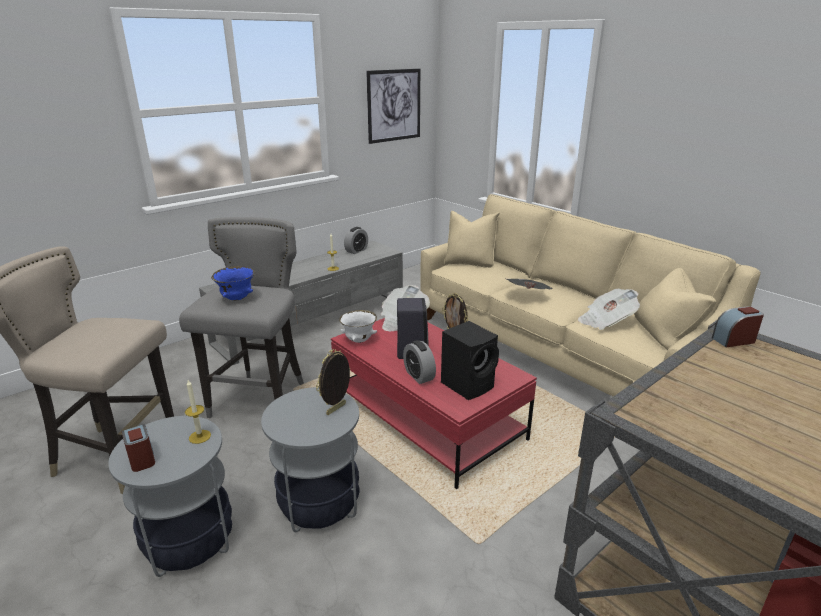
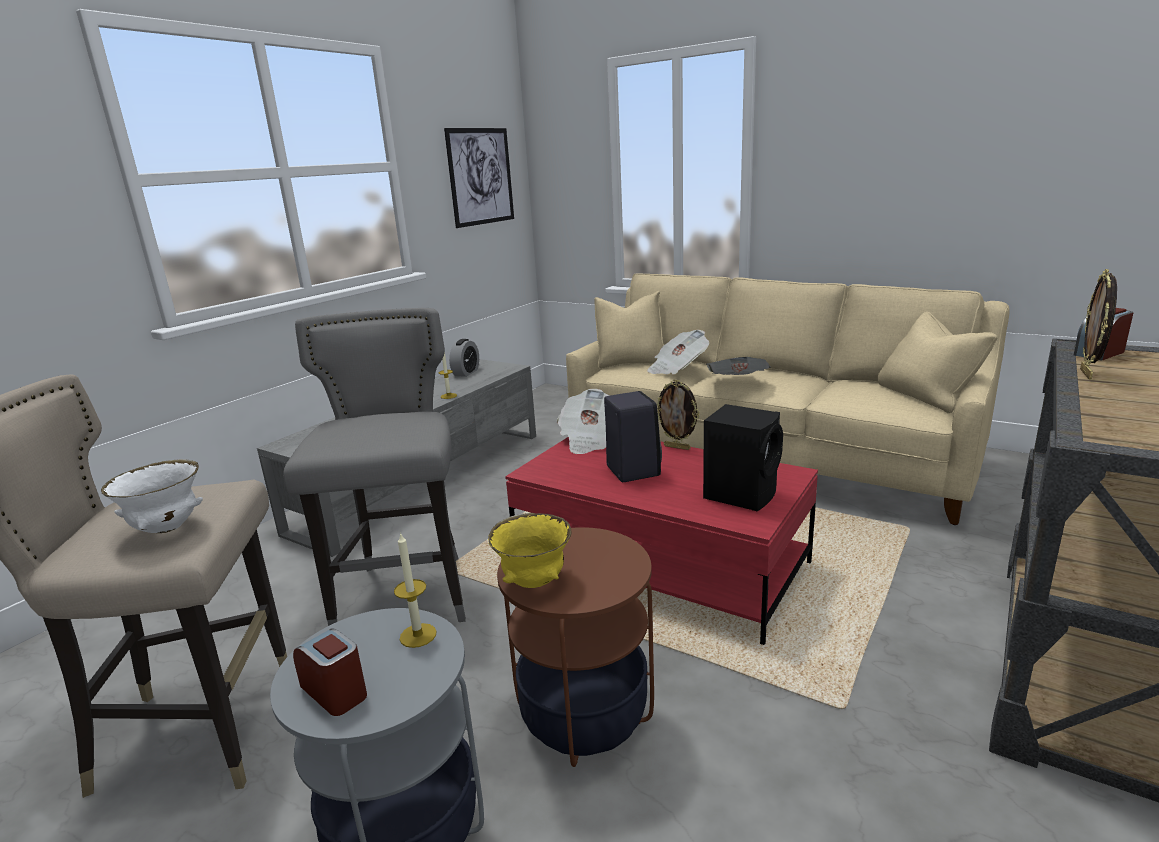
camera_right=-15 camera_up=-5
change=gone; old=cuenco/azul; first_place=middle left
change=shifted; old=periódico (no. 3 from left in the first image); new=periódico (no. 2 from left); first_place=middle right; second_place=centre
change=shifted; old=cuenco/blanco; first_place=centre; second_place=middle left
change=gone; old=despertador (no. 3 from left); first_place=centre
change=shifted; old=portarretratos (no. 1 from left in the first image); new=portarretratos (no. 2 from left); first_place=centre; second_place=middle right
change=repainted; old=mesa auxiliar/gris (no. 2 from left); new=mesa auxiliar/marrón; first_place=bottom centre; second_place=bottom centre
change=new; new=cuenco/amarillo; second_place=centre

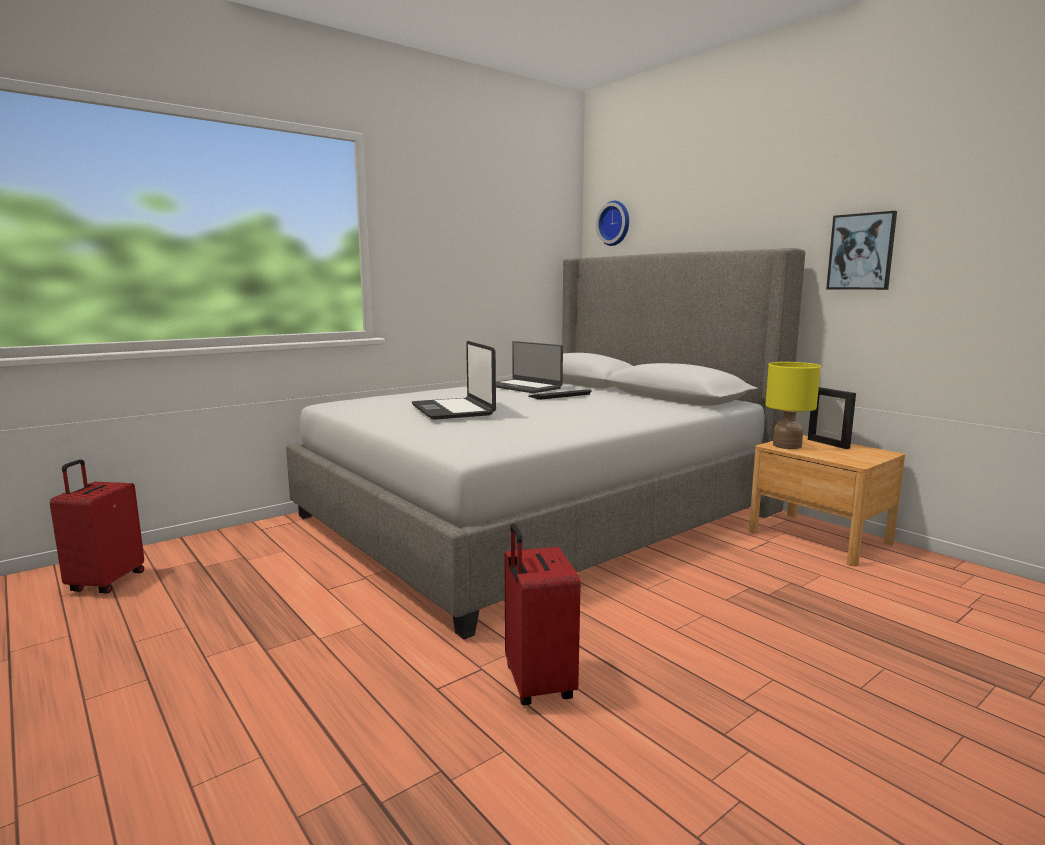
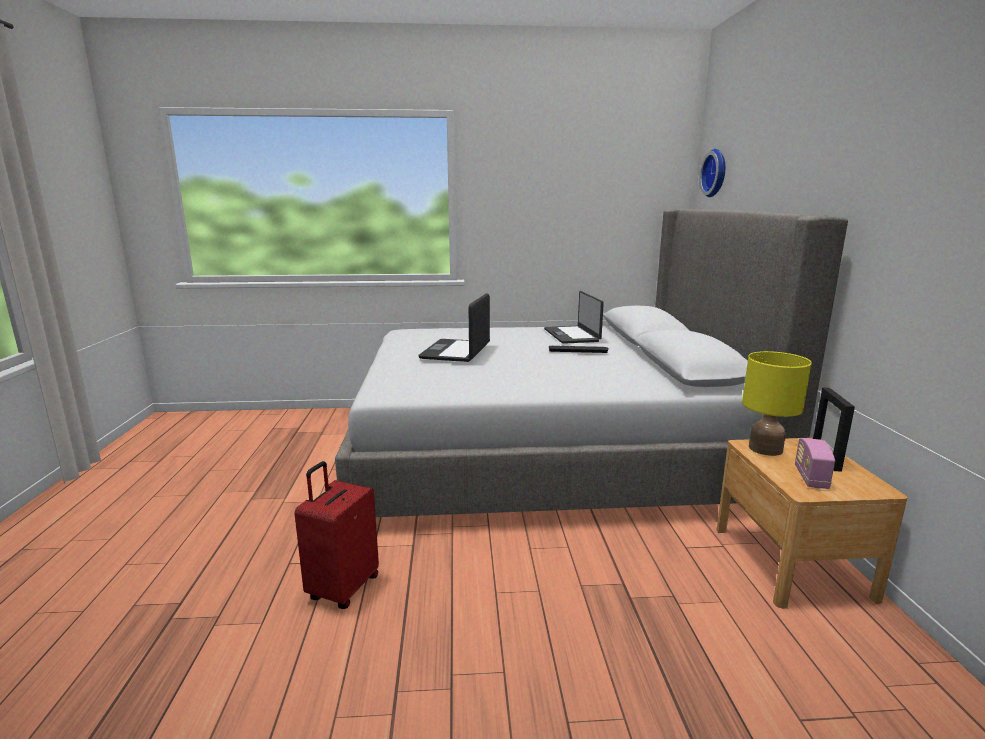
camera_right=35 camera_up=5
change=gone; old=cuadro; first_place=top right
change=gone; old=maleta/rojo (no. 1 from left); first_place=middle left
change=new; new=radio; second_place=middle right

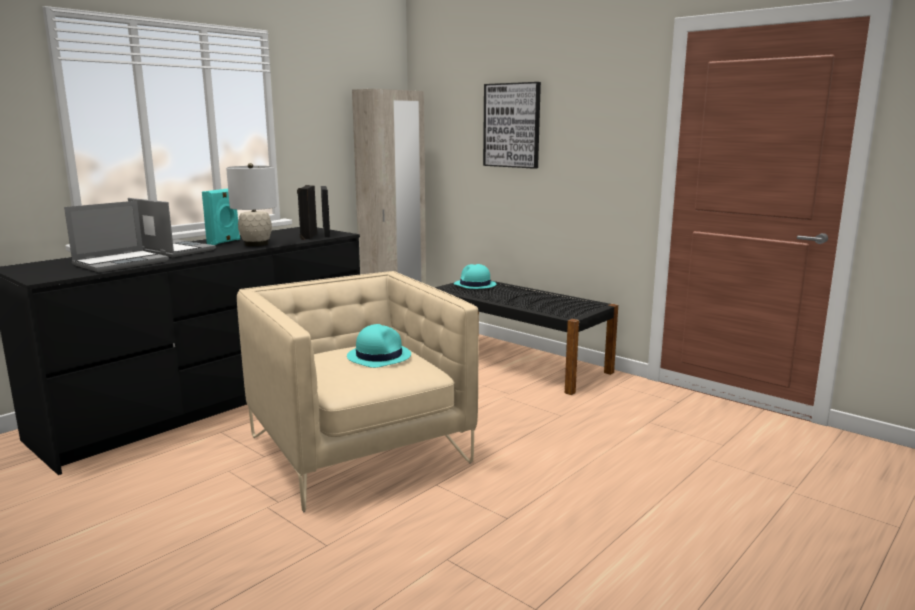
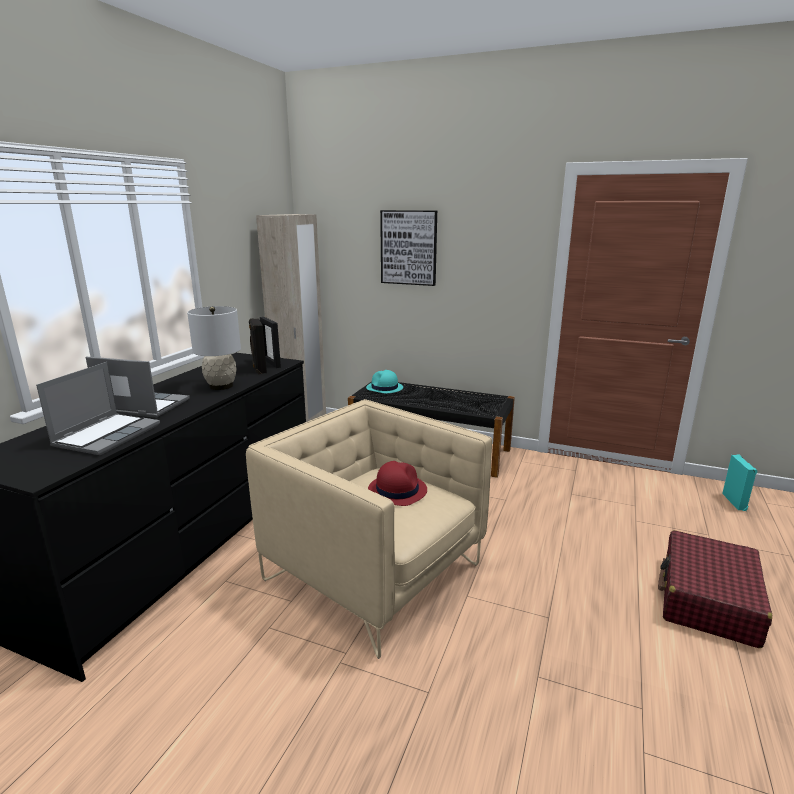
camera_right=-20 camera_up=5
change=shifted; old=altavoz/turquesa; first_place=middle left; second_place=middle right
change=repainted; old=sombrero/turquesa (no. 1 from left); new=sombrero/rojo; first_place=centre; second_place=centre
change=new; new=maleta/rojo; second_place=bottom right

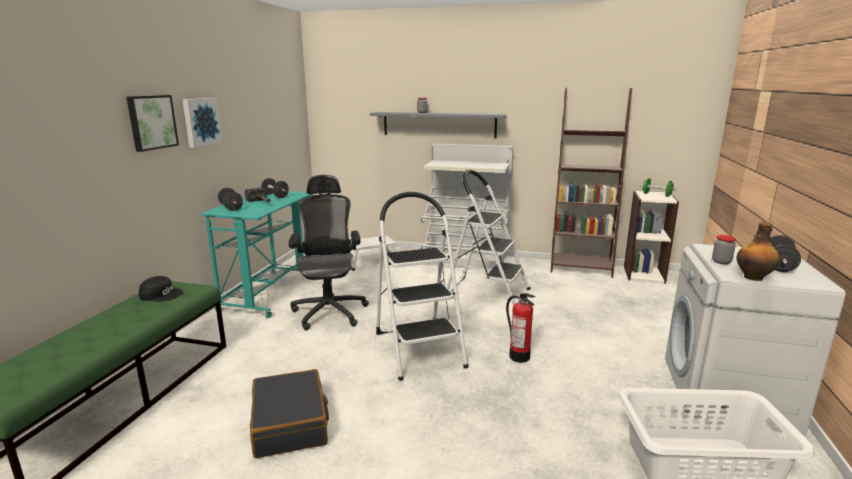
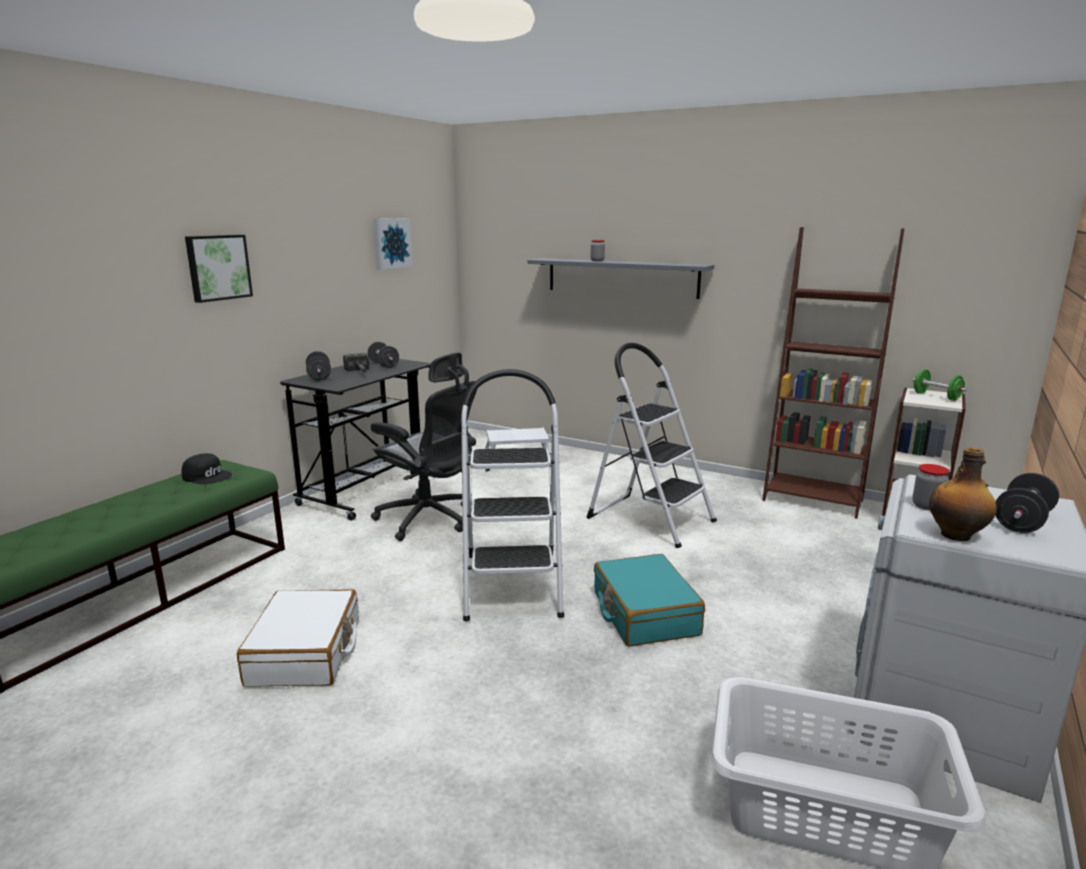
camera_right=15 camera_up=0
change=shifted; old=cuadro (no. 2 from left); first_place=top left; second_place=top centre
change=gone; old=zapatero/blanco; first_place=centre
change=rotated; old=silla de oficina; first_place=centre; second_place=centre; degrees=120
change=repainted; old=escritorio/turquesa; new=escritorio/negro; first_place=middle left; second_place=middle left
change=swapped; old=extintor; new=maleta/turquesa; first_place=bottom centre; second_place=bottom centre
change=repainted; old=maleta/negro; new=maleta/blanco; first_place=bottom centre; second_place=bottom left

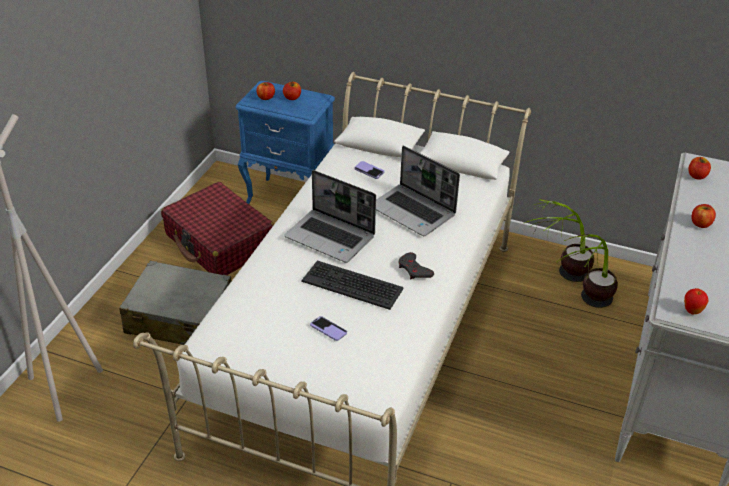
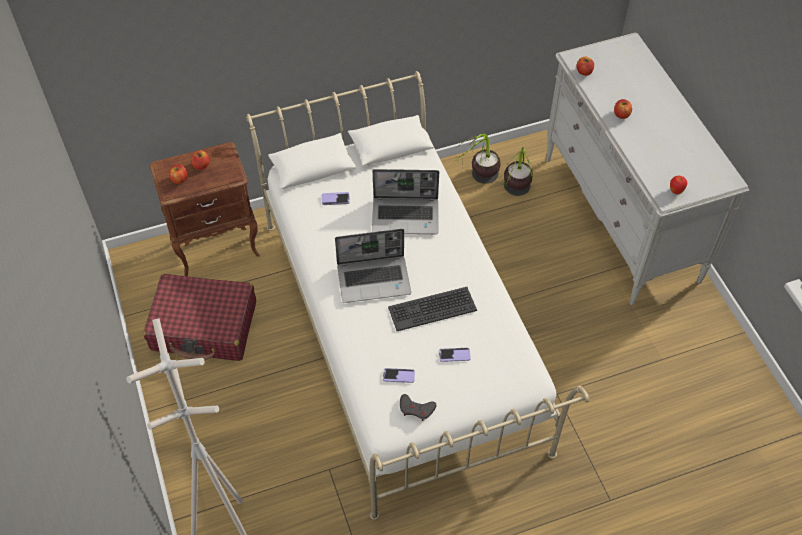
camera_right=-40 camera_up=15
change=repainted; old=mesita de noche/azul; new=mesita de noche/marrón; first_place=top centre; second_place=middle left
change=shifted; old=mando de consola/gris; first_place=centre; second_place=bottom centre
change=gone; old=maleta/gris; first_place=middle left
change=new; new=móvil (no. 2 from left); second_place=bottom centre

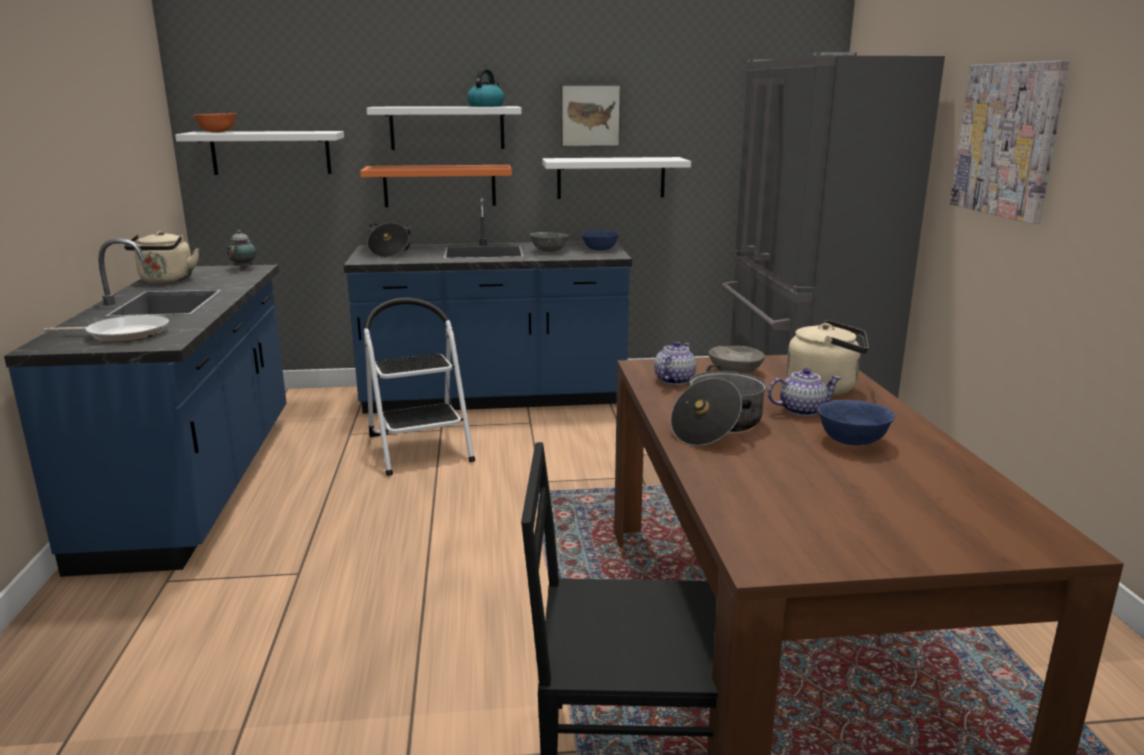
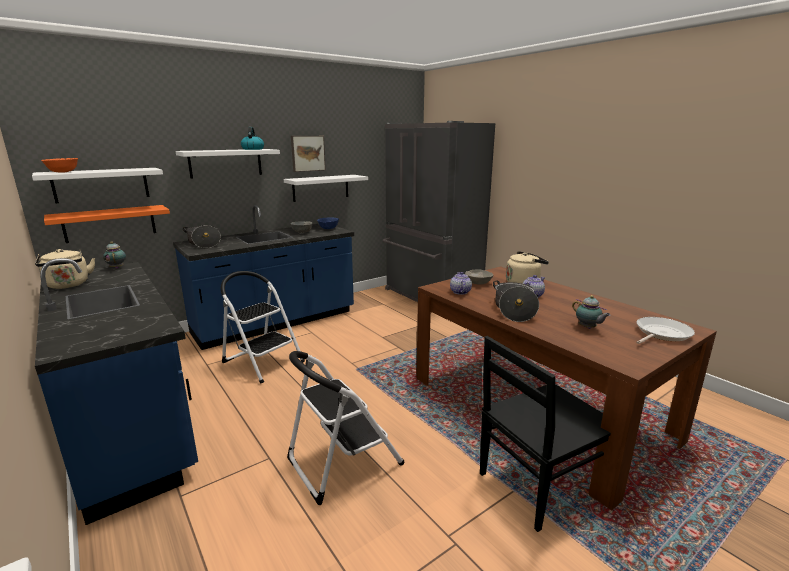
camera_right=-30 camera_up=0
change=gone; old=cuadro (no. 2 from left); first_place=top right
change=shifted; old=estante/naranja; first_place=top centre; second_place=middle left
change=shifted; old=sartén; first_place=middle left; second_place=middle right
change=gone; old=cuenco/azul (no. 2 from left); first_place=middle right
change=new; new=tetera (no. 4 from left); second_place=middle right
change=new; new=escalera de tijera (no. 2 from left); second_place=bottom centre

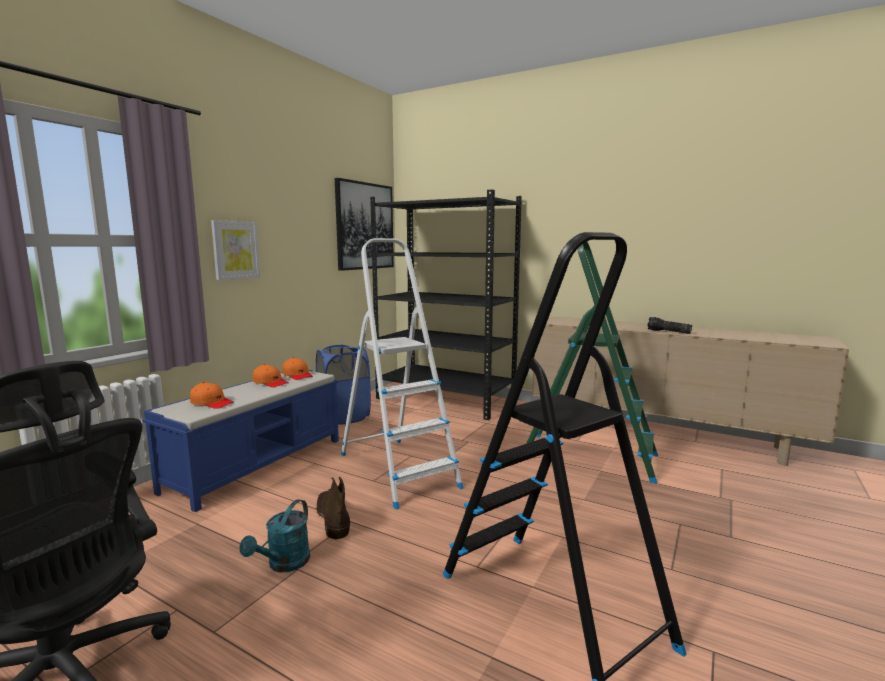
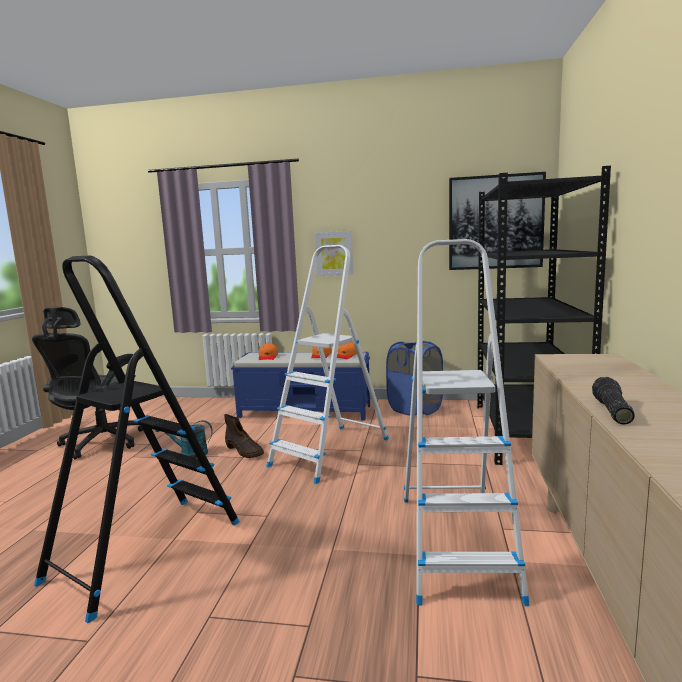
camera_right=70 camera_up=0
change=repainted; old=escalera de tijera/verde; new=escalera de tijera/blanco (no. 2 from left); first_place=middle right; second_place=middle right
change=rotated; old=bota/marrón; first_place=bottom centre; second_place=centre; degrees=90

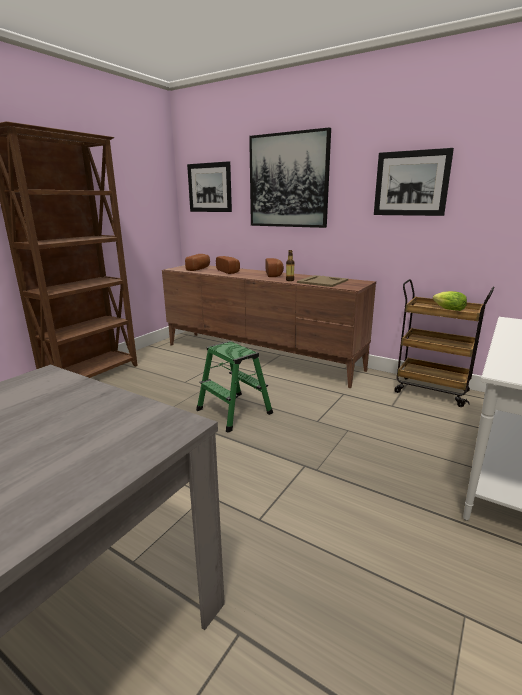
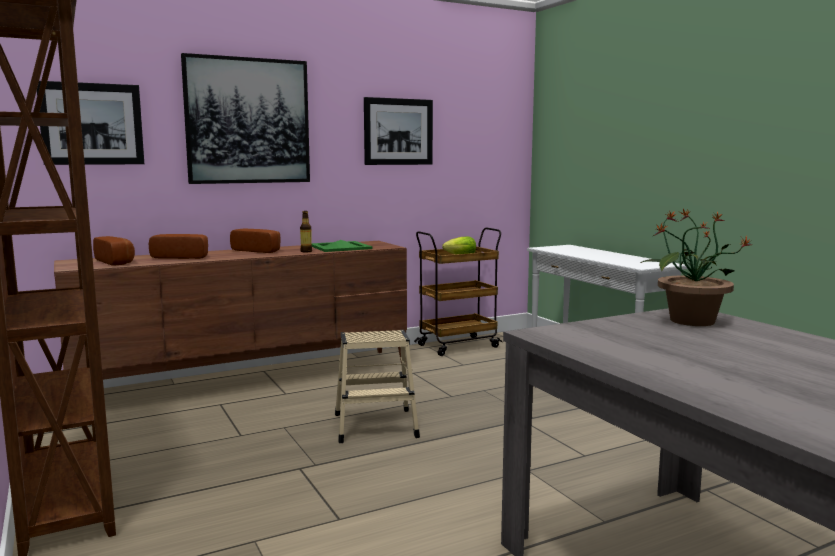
camera_right=-60 camera_up=-10
change=repainted; old=bandeja/beis; new=bandeja/verde; first_place=centre; second_place=centre
change=repainted; old=escalera de tijera/verde; new=escalera de tijera/beis; first_place=centre; second_place=bottom centre
change=new; new=planta en maceta; second_place=middle right

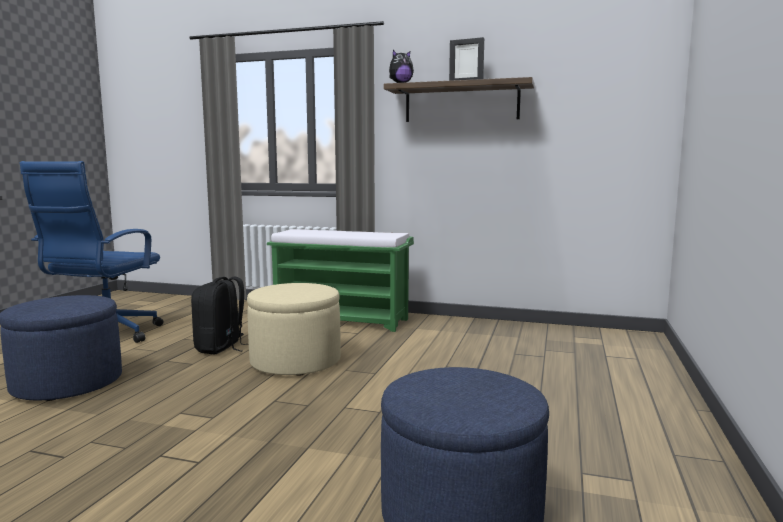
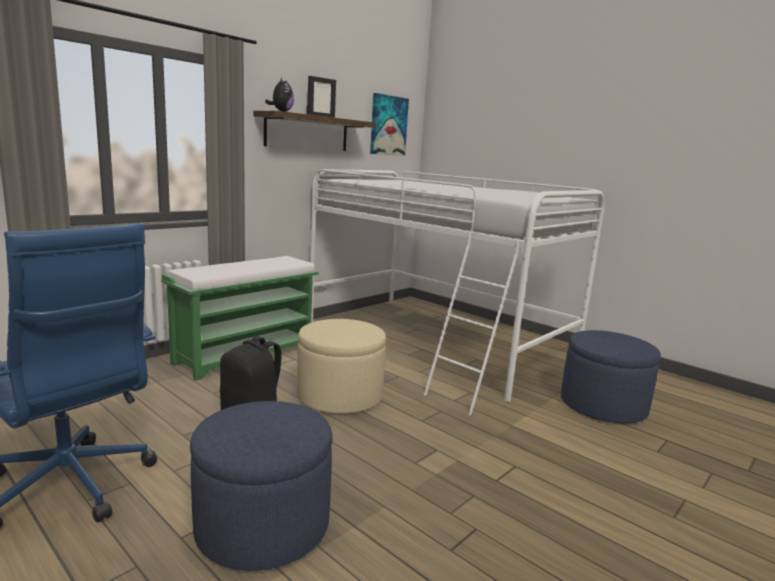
camera_right=-65 camera_up=5
change=new; new=cuadro; second_place=top centre
change=new; new=cama/blanco; second_place=centre

